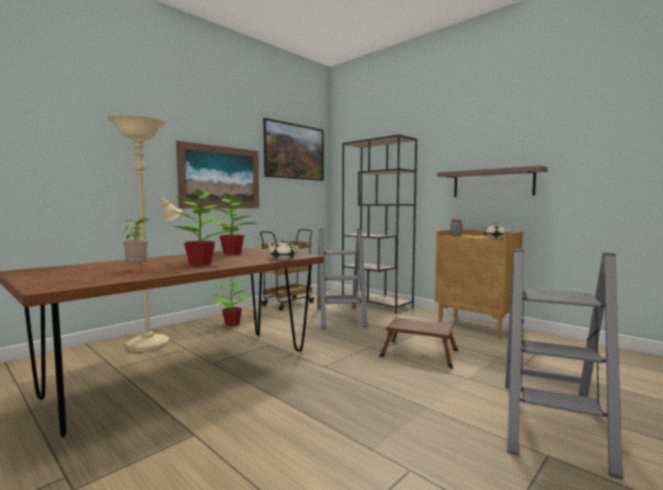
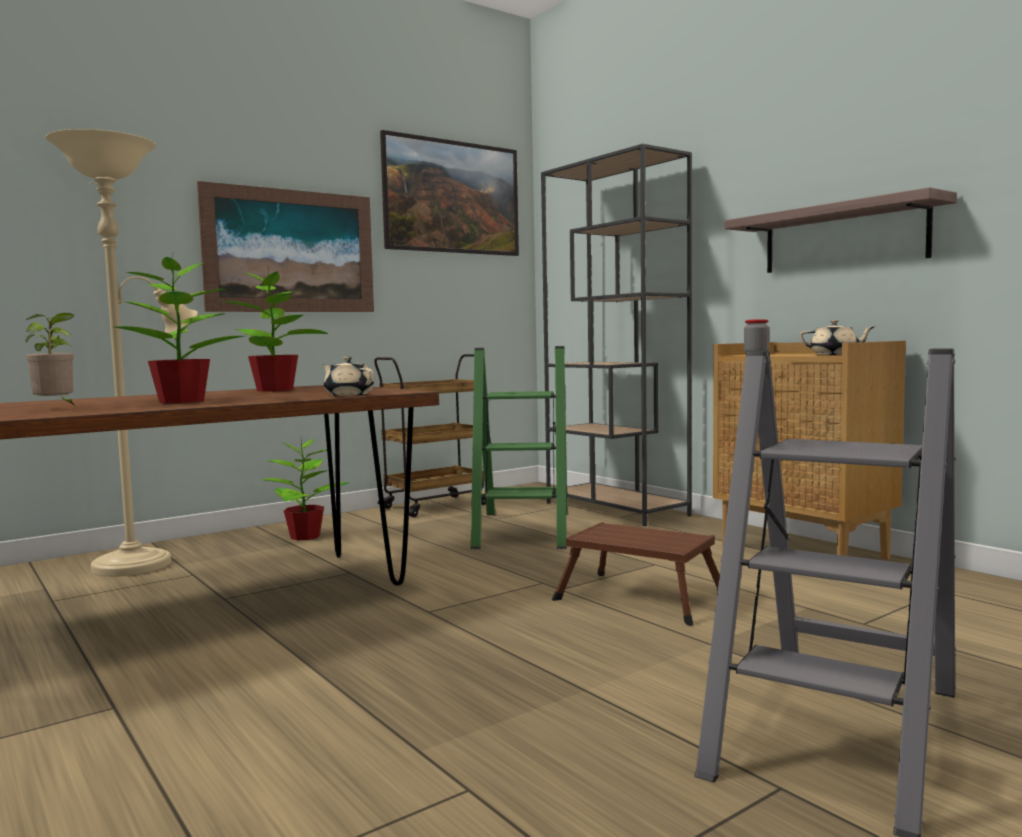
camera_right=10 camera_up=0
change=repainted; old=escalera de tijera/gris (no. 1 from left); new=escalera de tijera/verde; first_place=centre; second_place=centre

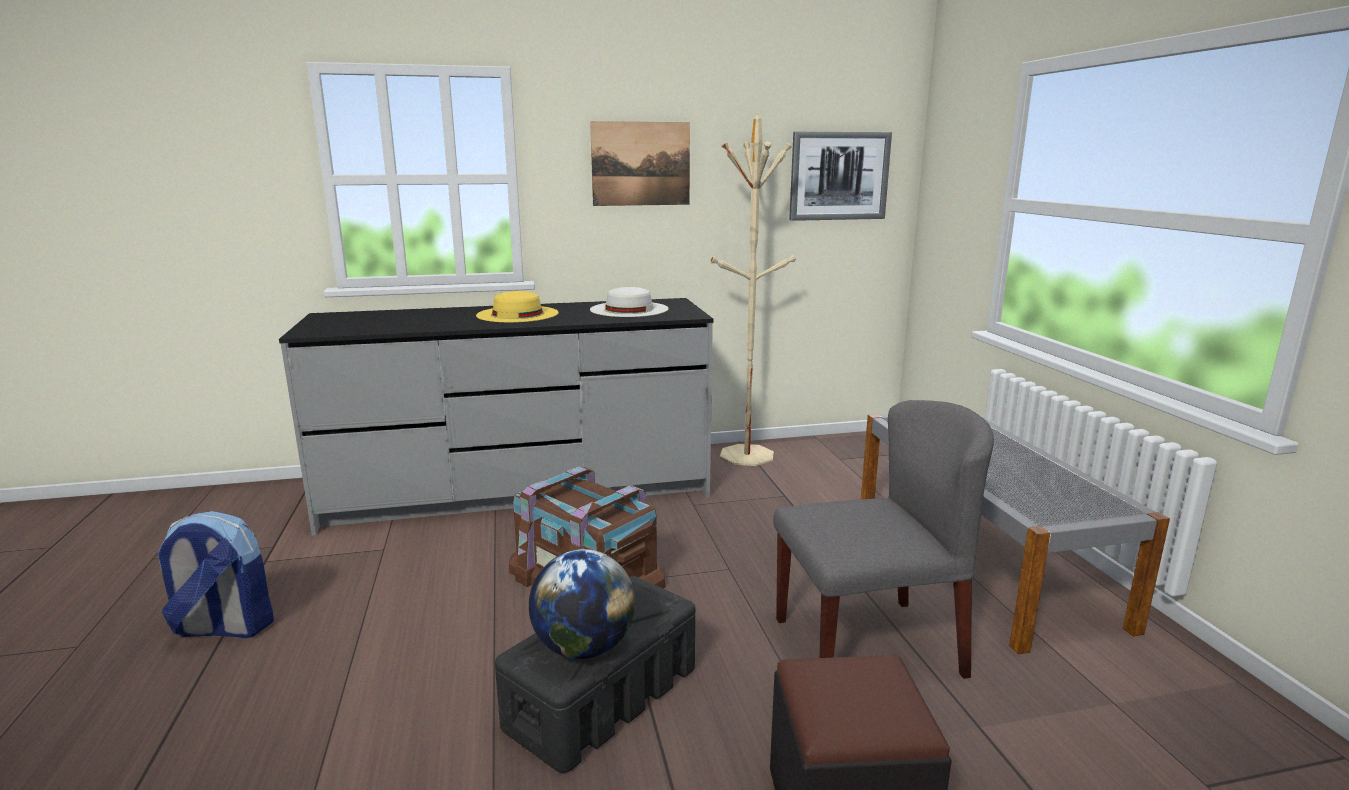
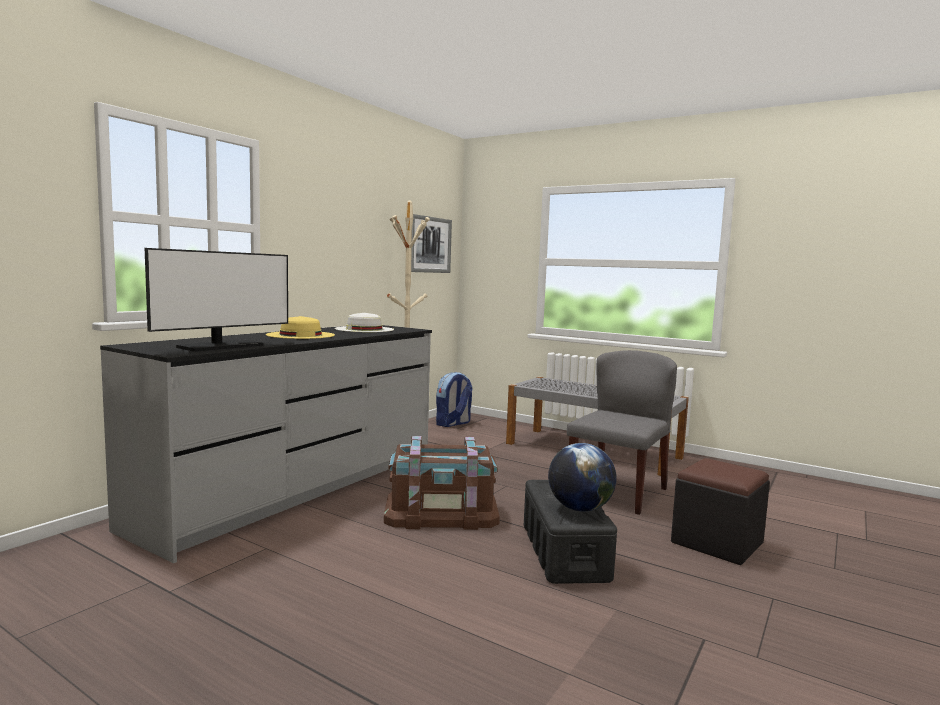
camera_right=-45 camera_up=-10
change=gone; old=cuadro (no. 1 from left); first_place=top centre
change=shifted; old=mochila; first_place=bottom left; second_place=centre
change=new; new=monitor; second_place=middle left

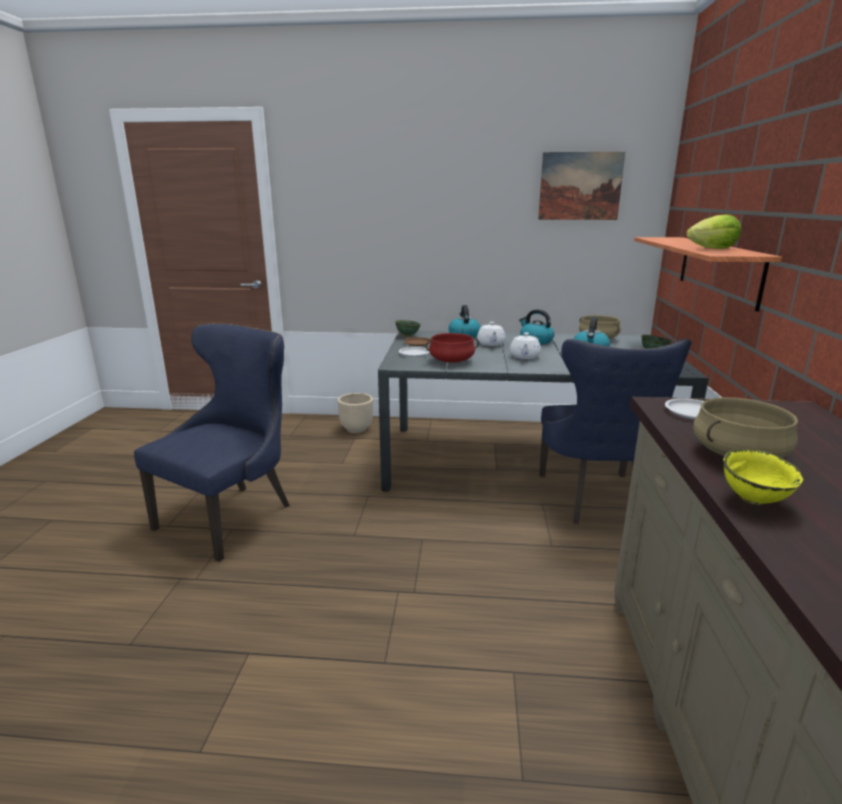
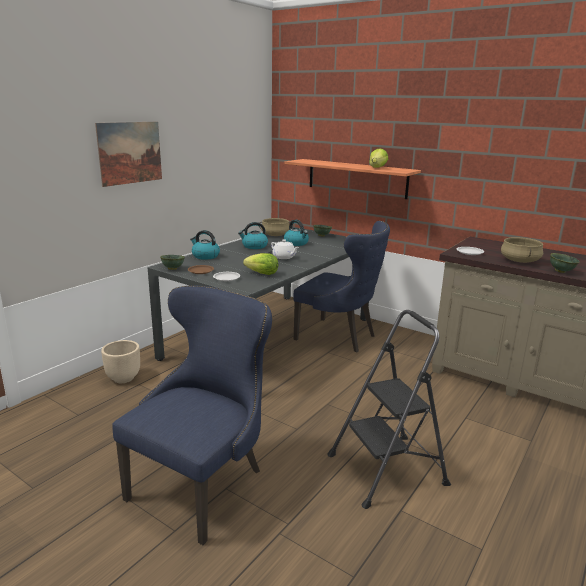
camera_right=-60 camera_up=0
change=shifted; old=cuadro; first_place=top right; second_place=top left
change=gone; old=tetera/blanco (no. 1 from left); first_place=centre
change=rotated; old=silla/azul (no. 1 from left); first_place=middle left; second_place=bottom left; degrees=60
change=swapped; old=olla/rojo; new=lechuga (no. 1 from left); first_place=centre; second_place=centre
change=repainted; old=cuenco/amarillo; new=cuenco/verde (no. 3 from left); first_place=middle right; second_place=middle right
change=new; new=escalera de tijera/negro; second_place=bottom centre

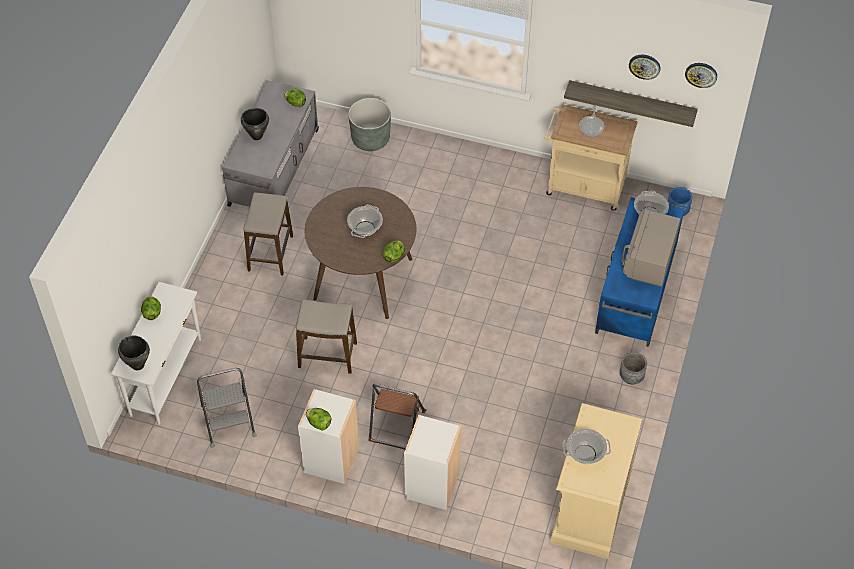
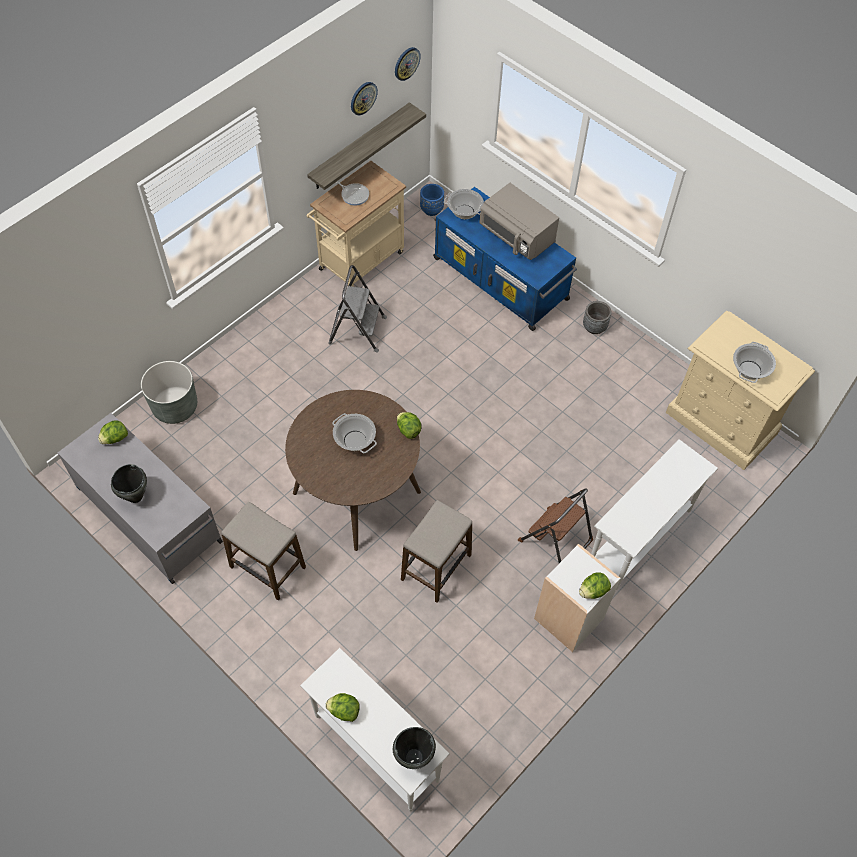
camera_right=-65 camera_up=5
change=shifted; old=escalera de tijera/gris; first_place=bottom left; second_place=centre
change=swapped; old=estantería (no. 2 from left); new=mesa consola/blanco (no. 2 from left); first_place=bottom centre; second_place=middle right

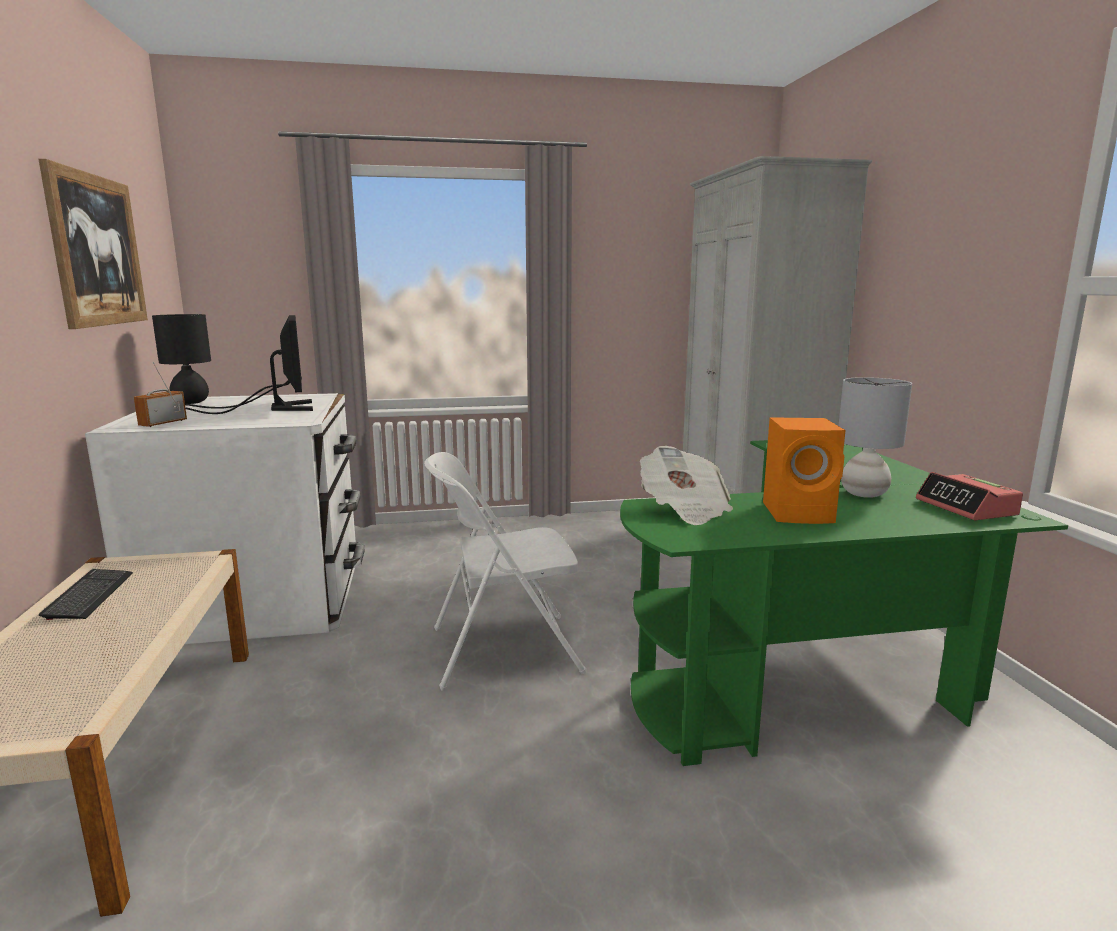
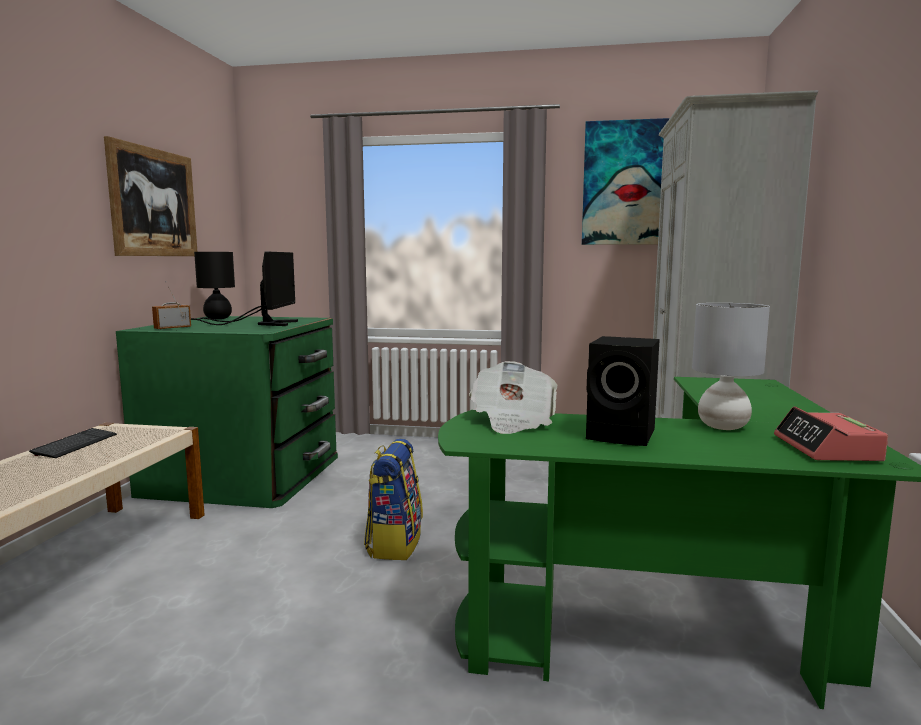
camera_right=20 camera_up=-5
change=repainted; old=cómoda/blanco; new=cómoda/verde; first_place=middle left; second_place=middle left
change=repainted; old=altavoz/naranja; new=altavoz/negro; first_place=middle right; second_place=middle right
change=swapped; old=silla/blanco; new=mochila; first_place=centre; second_place=bottom centre
change=new; new=cuadro (no. 2 from left); second_place=top right

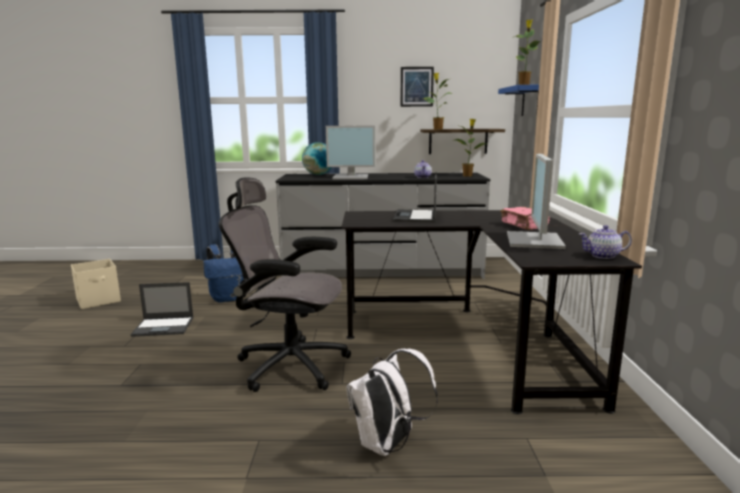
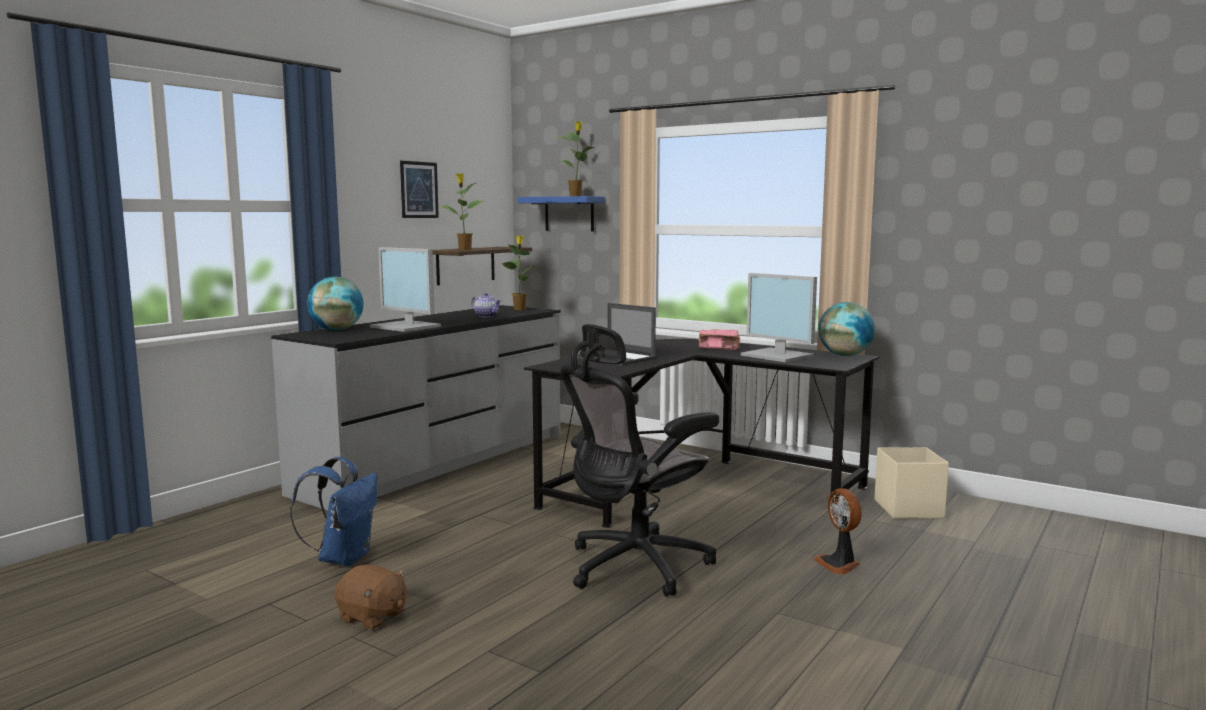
camera_right=-55 camera_up=-5
change=rotated; old=monitor (no. 1 from left); first_place=top centre; second_place=centre; degrees=90
change=swapped; old=tetera (no. 2 from left); new=globo terráqueo (no. 2 from left); first_place=middle right; second_place=middle right
change=shifted; old=caja de almacenaje/beis; first_place=middle left; second_place=bottom right
change=swapped; old=portátil (no. 1 from left); new=peluche/marrón; first_place=middle left; second_place=bottom left
change=swapped; old=mochila/blanco; new=ventilador; first_place=bottom centre; second_place=bottom right

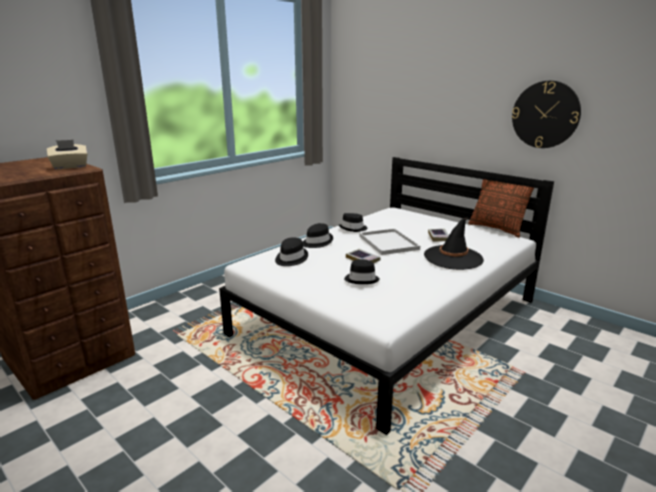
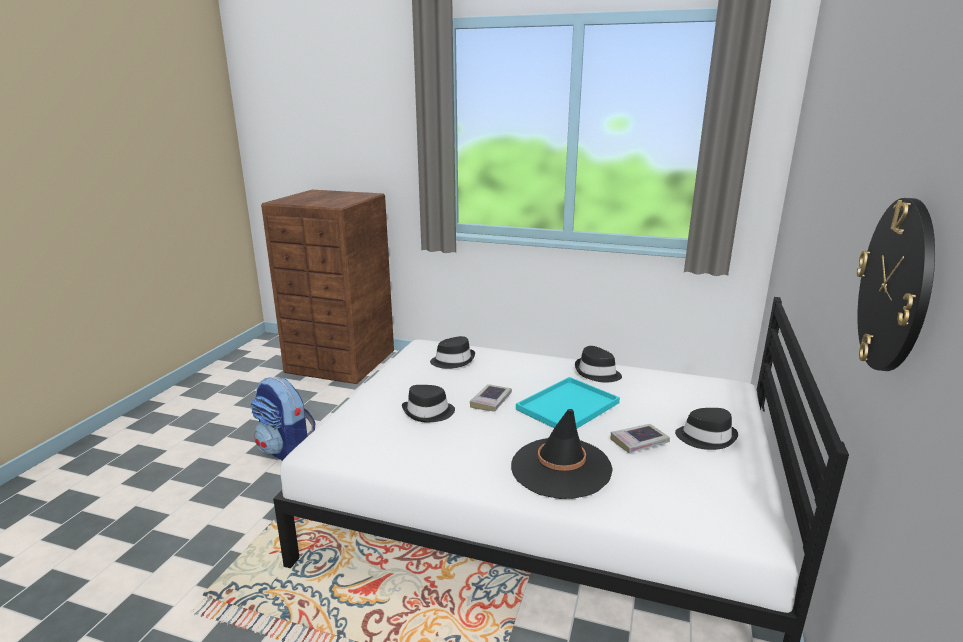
camera_right=65 camera_up=0
change=gone; old=caja de pañuelos/beis; first_place=top left
change=gone; old=cojín/marrón; first_place=middle right
change=shifted; old=sombrero/negro (no. 2 from left in the first image); new=sombrero/negro (no. 5 from left); first_place=centre; second_place=bottom right
change=repainted; old=bandeja/blanco; new=bandeja/turquesa; first_place=centre; second_place=centre
change=new; new=mochila; second_place=middle left

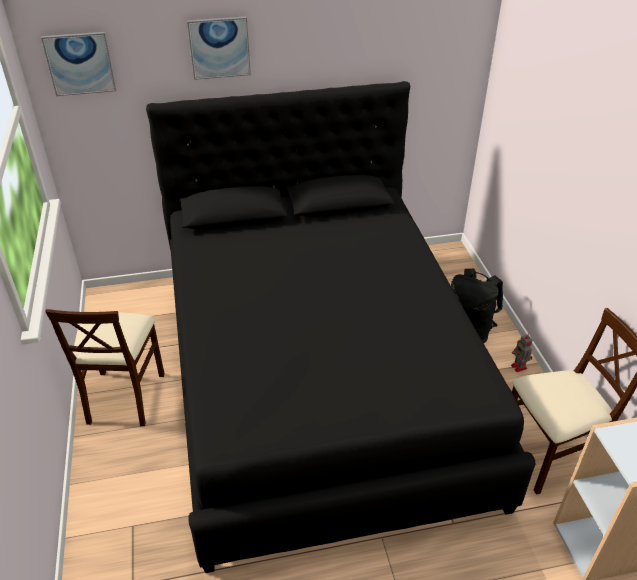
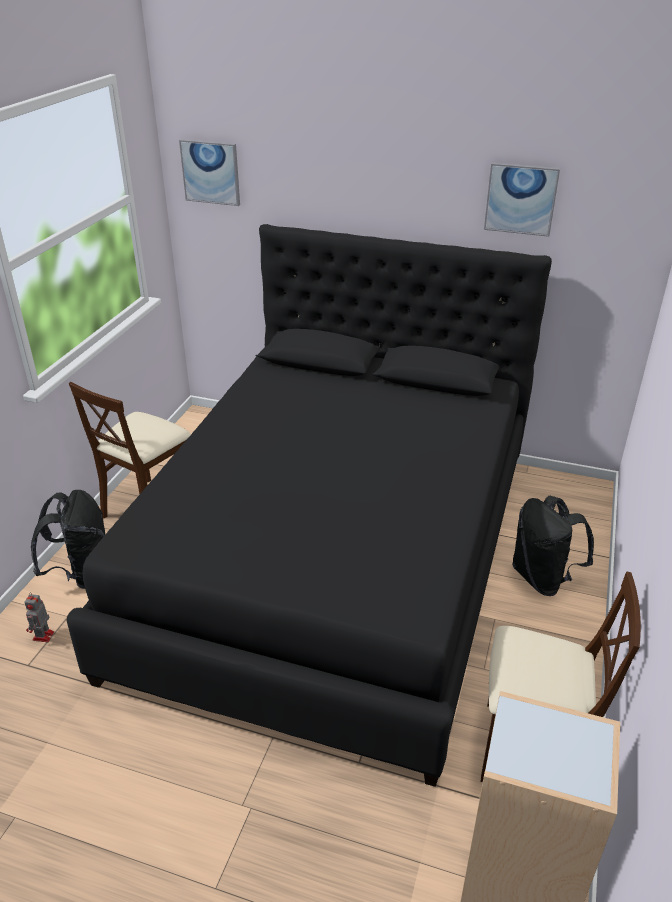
camera_right=30 camera_up=-5
change=shifted; old=cuadro (no. 2 from left); first_place=top centre; second_place=top right
change=shifted; old=robot de juguete; first_place=middle right; second_place=bottom left
change=new; new=mochila/negro (no. 1 from left); second_place=middle left

